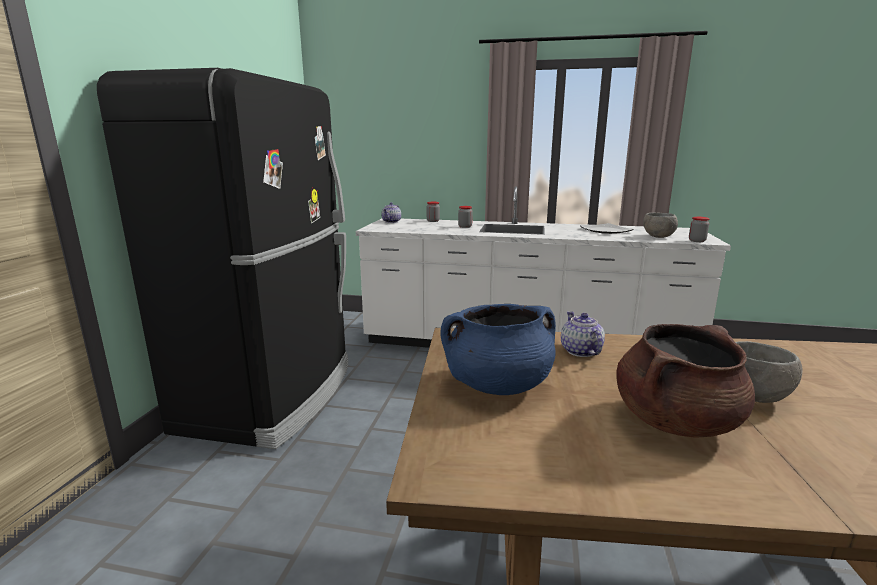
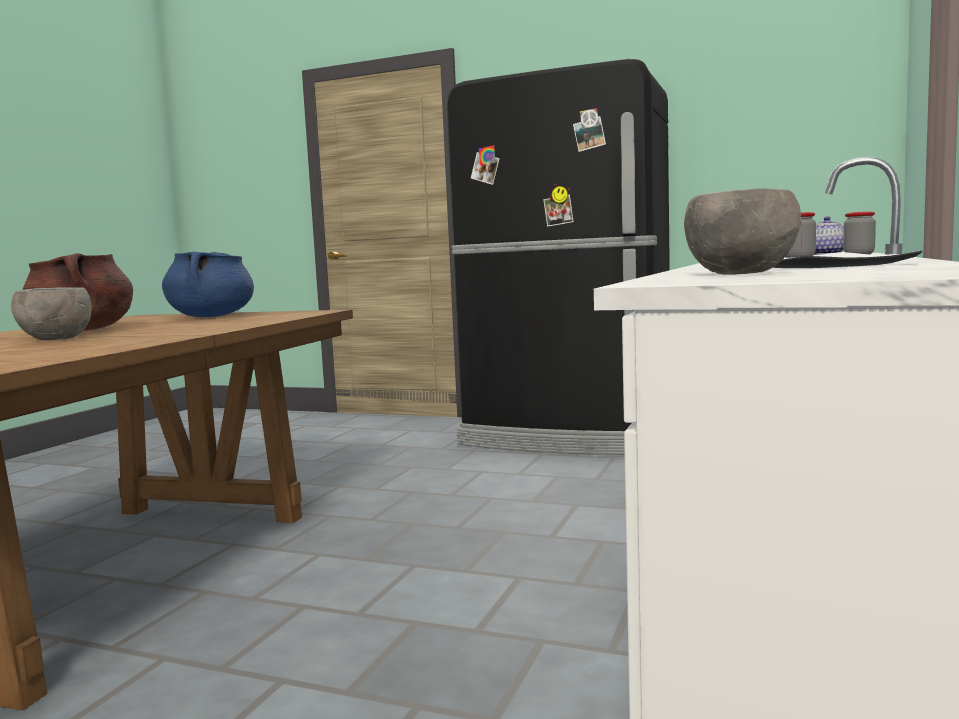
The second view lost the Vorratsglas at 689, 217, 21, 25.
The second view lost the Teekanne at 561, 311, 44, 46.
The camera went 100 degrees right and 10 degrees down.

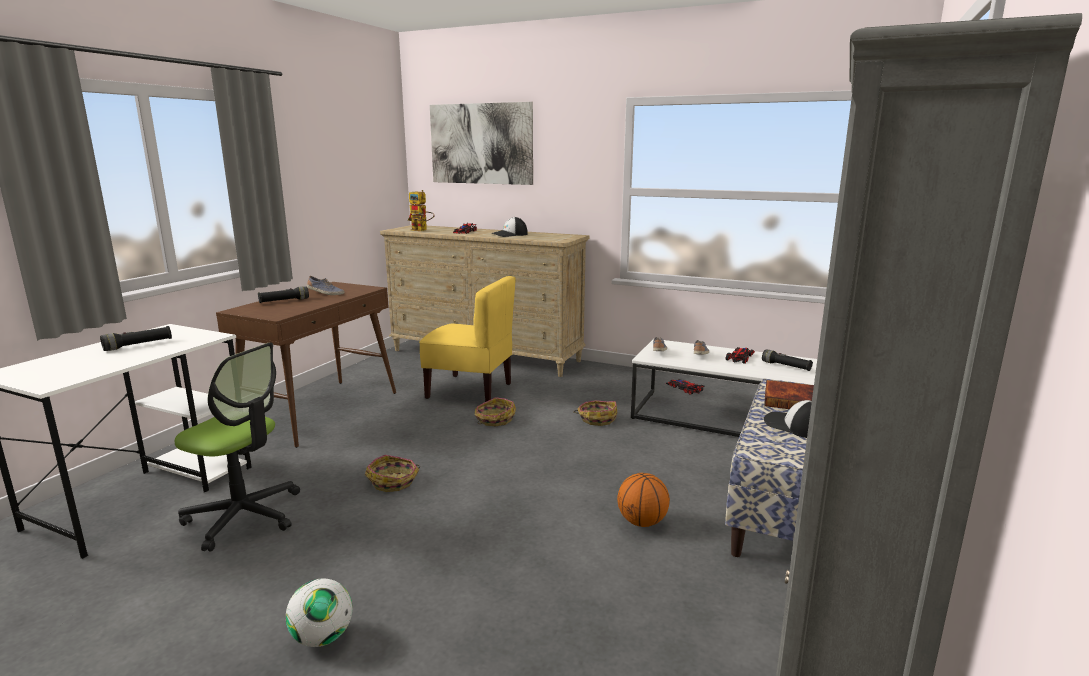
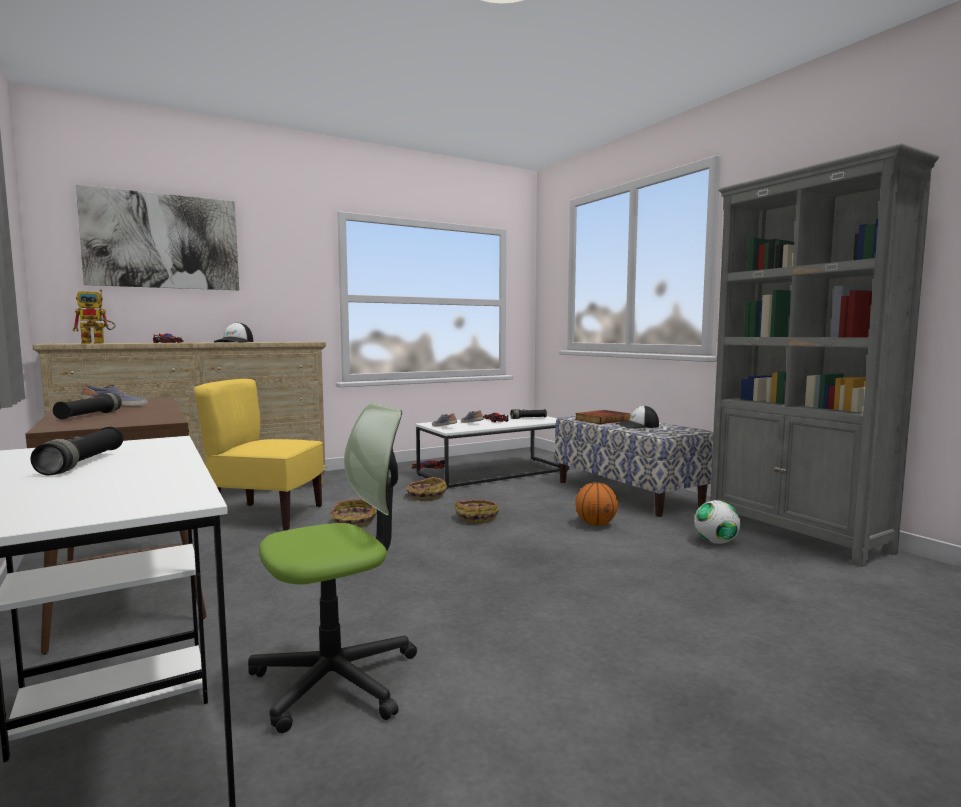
The Stuhl [gelb] at 419, 276, 97, 126 ended up facing another way, 135 degrees counterclockwise from before.
The Korb ended up elsewhere, having gone from 365, 455, 55, 37 to 455, 499, 45, 25.
The Fußball ended up elsewhere, having gone from 286, 578, 67, 69 to 695, 500, 45, 44.
The camera went 55 degrees left and 10 degrees down.

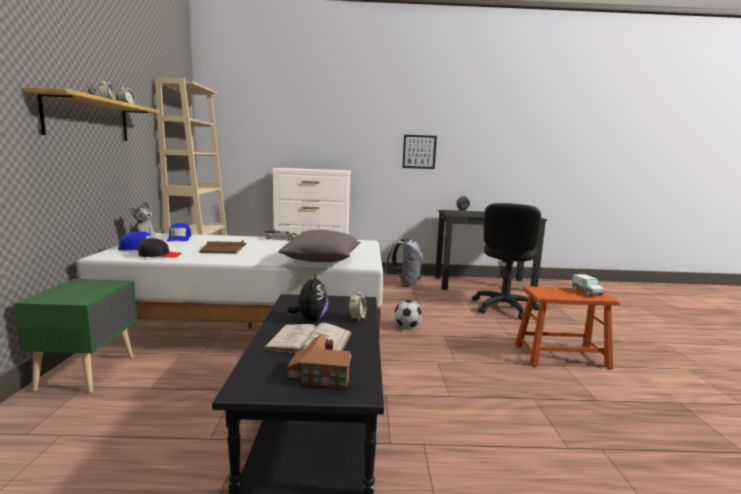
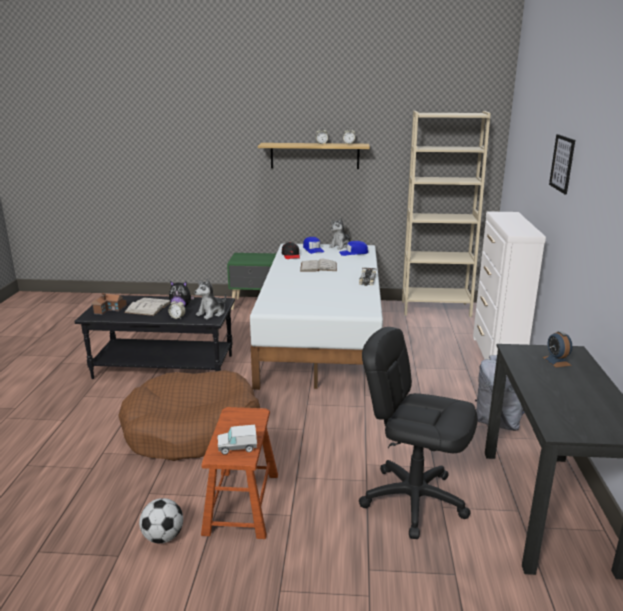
The Bild ended up elsewhere, having gone from 402, 135, 35, 34 to 549, 134, 26, 60.
The second view lost the Kissen [grau] at 279, 230, 82, 32.
What was the Buch [braun] at 199, 241, 47, 13 turned into the Buch [weiß] at 300, 258, 37, 13.
The Fußball ended up elsewhere, having gone from 394, 300, 28, 28 to 139, 498, 44, 45.
The second view gained the Plüschtier at 195, 278, 31, 41.
The second view gained the Hundebett [braun] at 118, 370, 142, 91.
The camera went 95 degrees right and 10 degrees up.

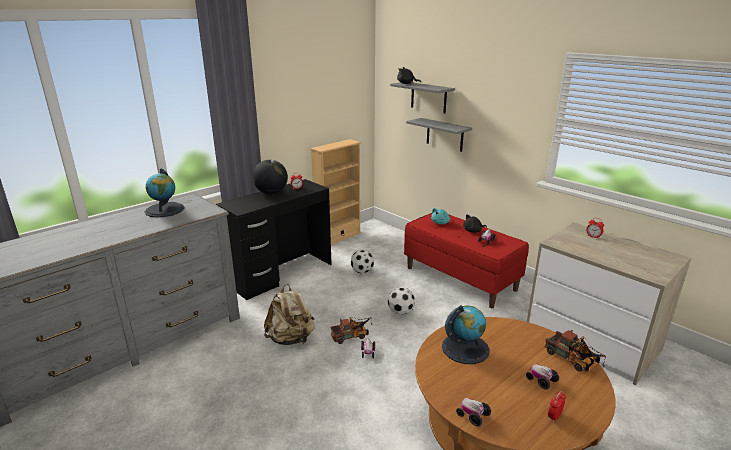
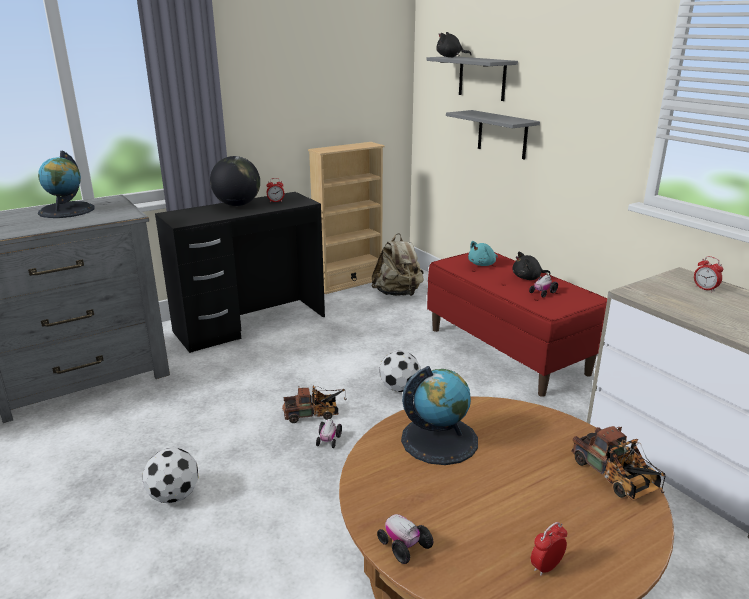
The Fußball ended up elsewhere, having gone from 351, 250, 23, 24 to 143, 448, 55, 55.
The Rucksack [beige] ended up elsewhere, having gone from 264, 284, 51, 61 to 372, 233, 52, 63.
The second view lost the Spielzeugauto at 526, 364, 33, 26.
The camera went 10 degrees right and 0 degrees up.

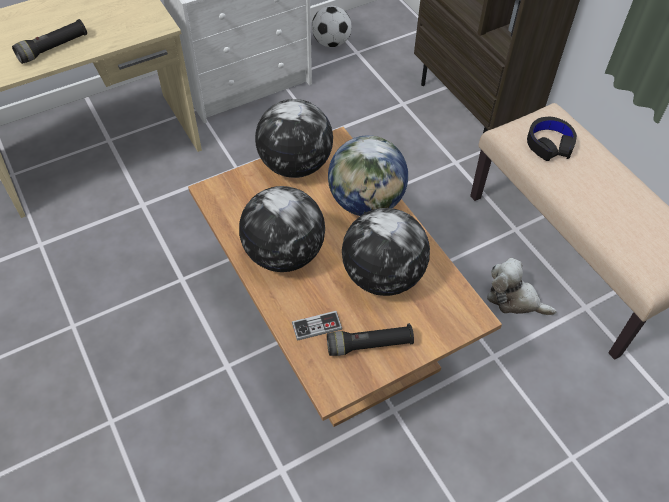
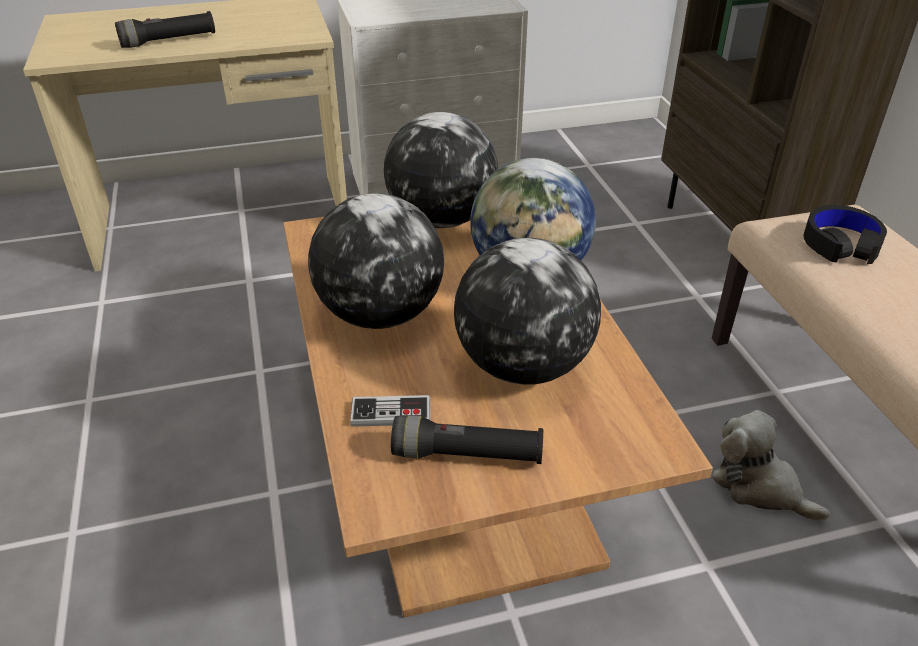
The second view lost the Fußball at 312, 6, 39, 41.
The camera went 15 degrees right and 15 degrees down.

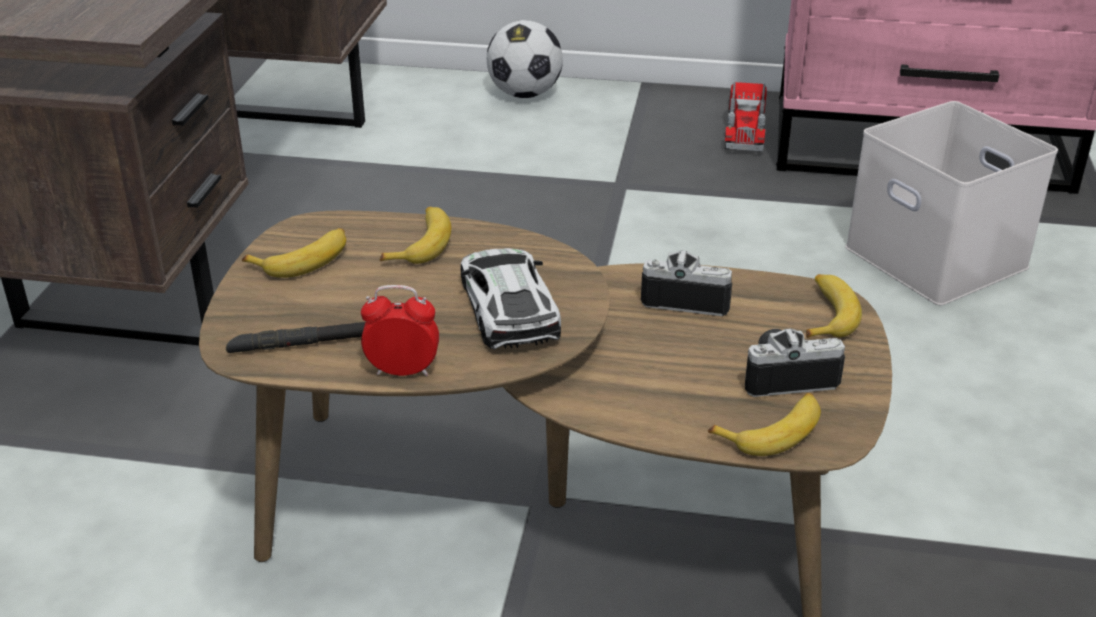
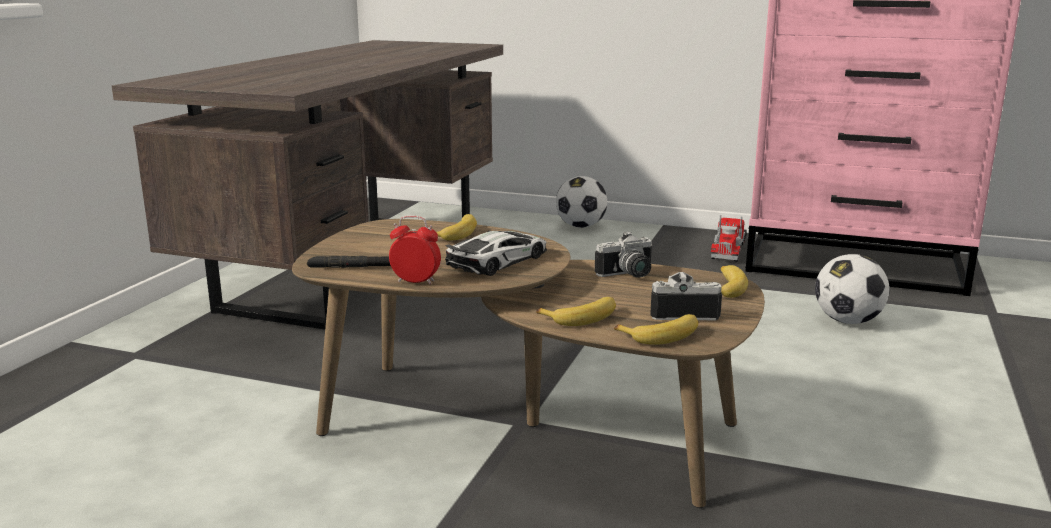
Where the Aufbewahrungsbox [weiß] stood at 845, 101, 213, 205, the Fußball came to stand at 815, 254, 75, 70.
The Banane ended up elsewhere, having gone from 242, 228, 104, 50 to 536, 297, 80, 29.
The Spielzeugauto at 461, 248, 100, 101 ended up facing another way, 45 degrees clockwise from before.
The Kamera at 641, 251, 91, 65 ended up facing another way, 135 degrees clockwise from before.
The camera went 10 degrees right and 15 degrees down.

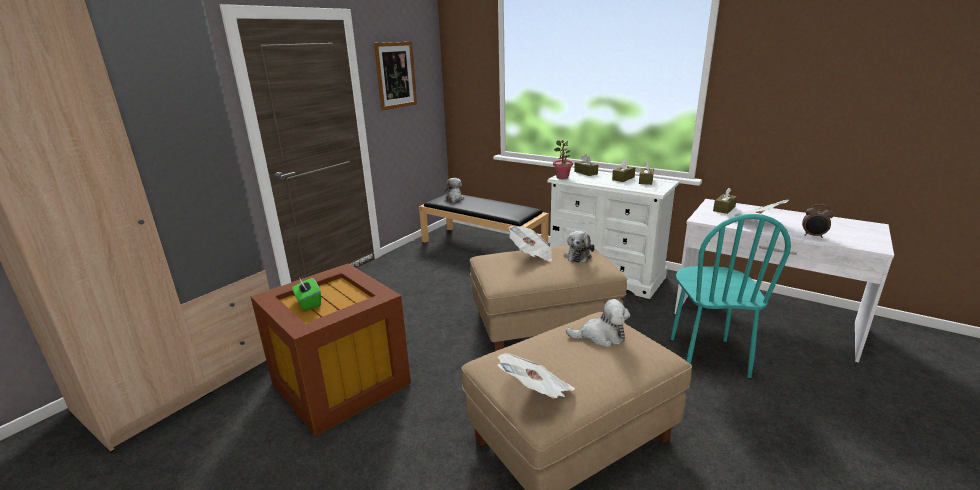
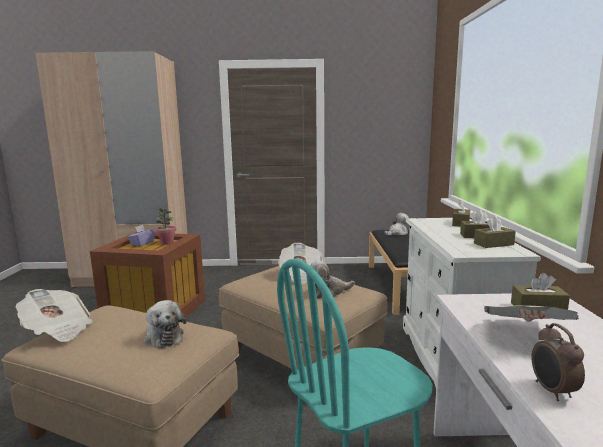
The second view lost the Bild at 374, 42, 43, 68.
The Topfpflanze ended up elsewhere, having gone from 553, 140, 20, 39 to 156, 208, 20, 37.
What was the Taschentuchbox [grün] at 292, 277, 29, 33 turned into the Taschentuchbox [lila] at 128, 225, 27, 21.
The camera went 55 degrees right and 10 degrees down.

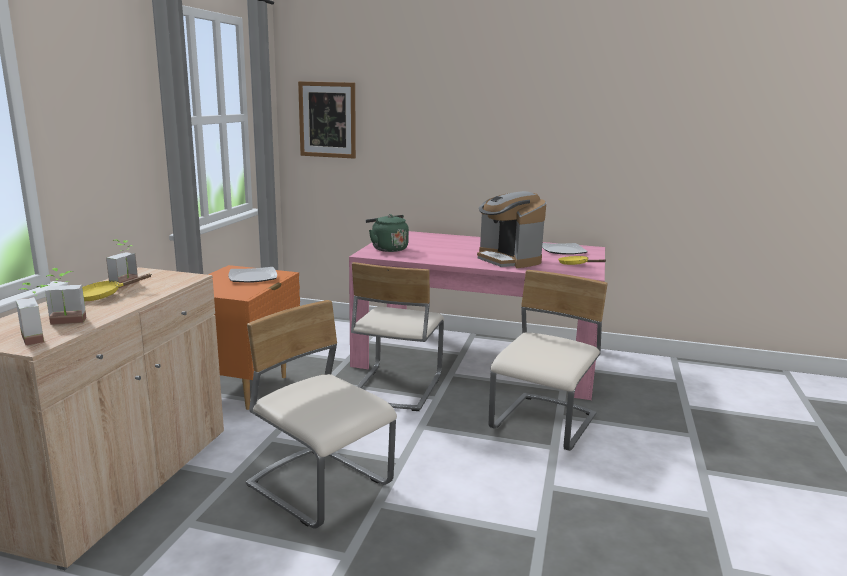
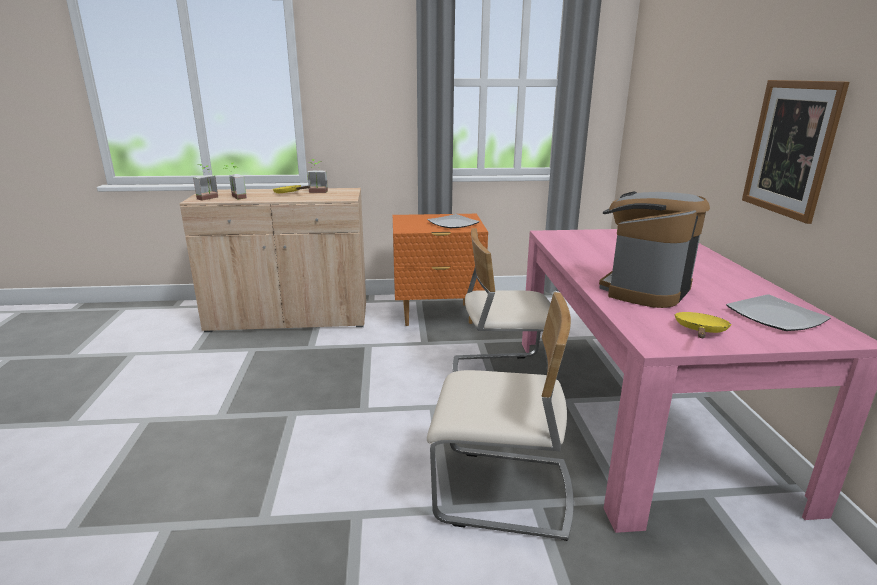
The Bild ended up elsewhere, having gone from 298, 81, 58, 78 to 742, 80, 107, 144.
The second view lost the Wasserkessel [grün] at 366, 214, 43, 38.
The second view lost the Stuhl [beige] at 246, 300, 151, 229.
The camera went 70 degrees right and 5 degrees up.

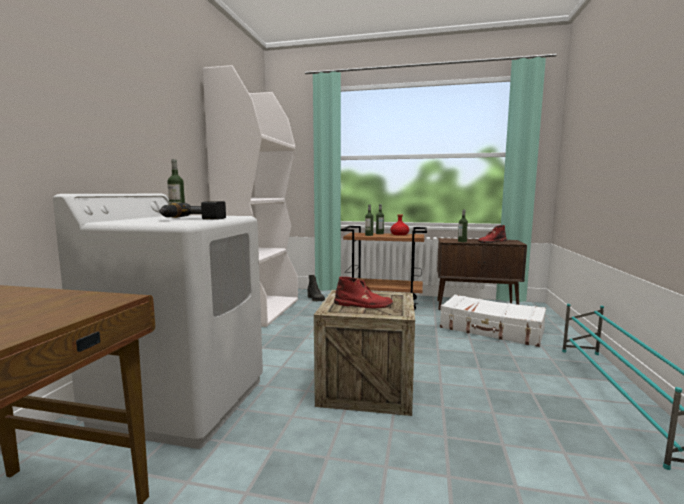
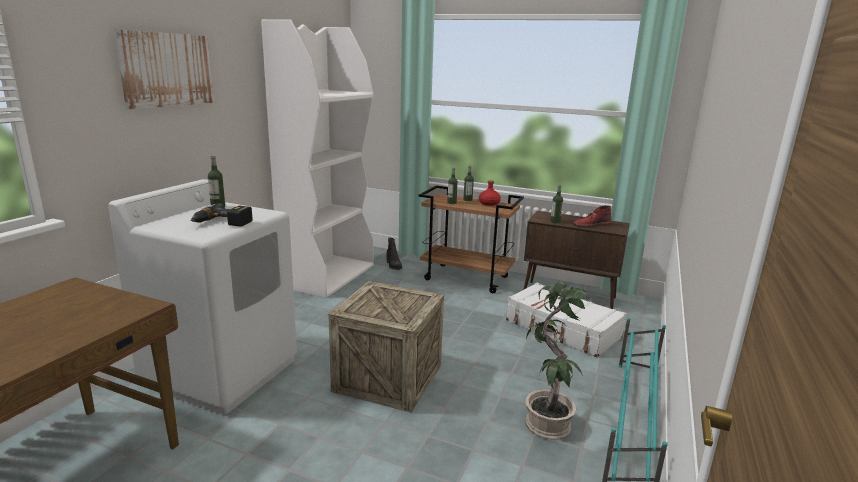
The second view lost the Stiefel [rot] at 334, 277, 59, 31.
The second view gained the Bild at 114, 29, 100, 80.
The second view gained the Topfpflanze at 525, 282, 66, 158.
The camera went 10 degrees right and 10 degrees up.

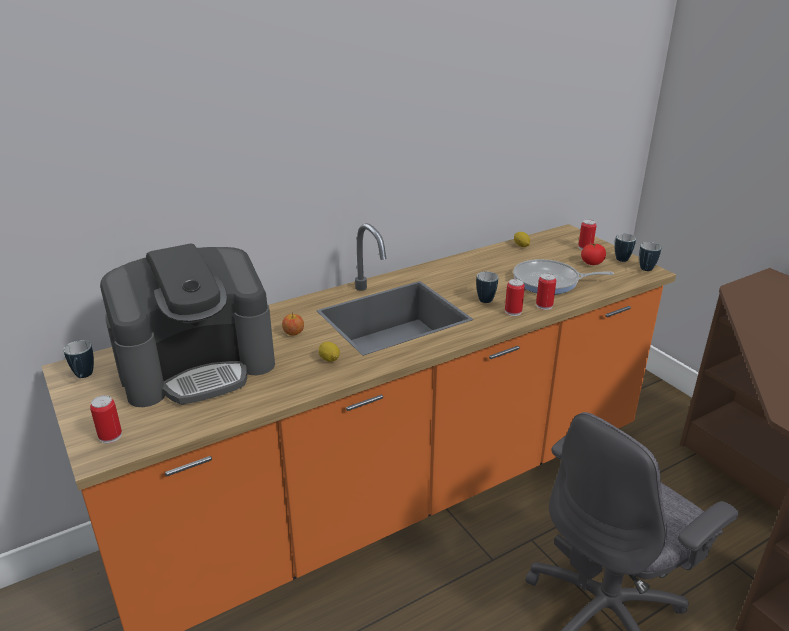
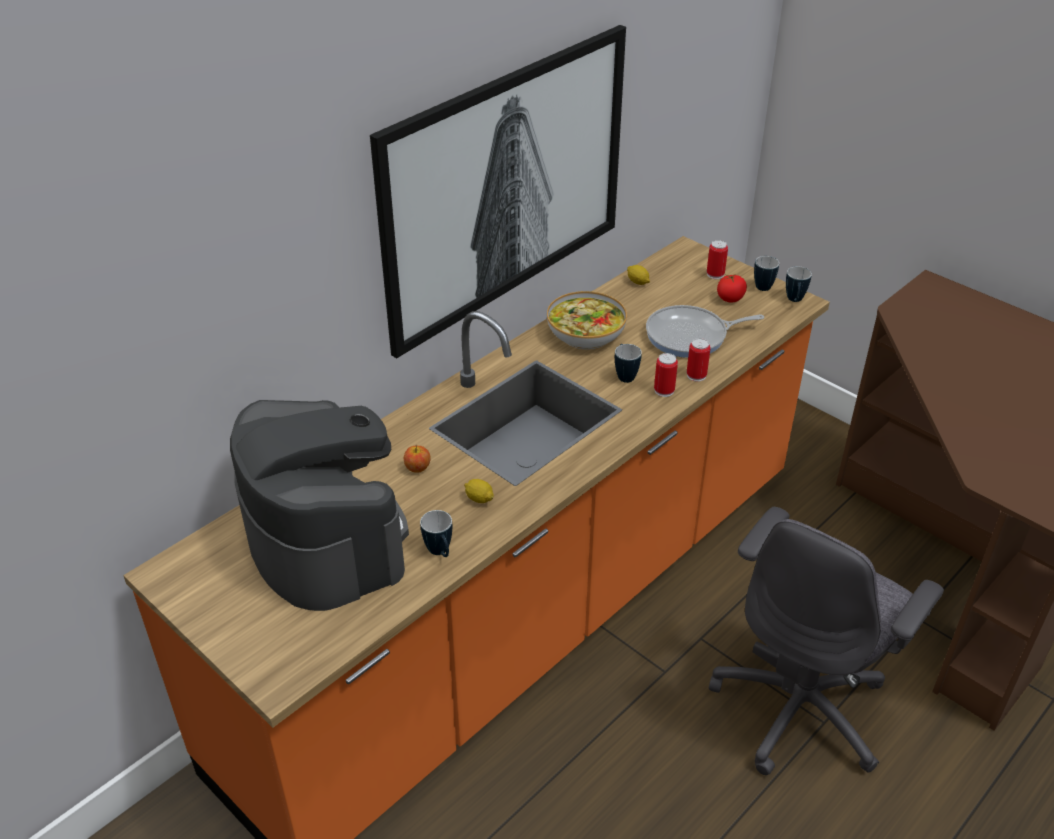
The Kaffeemaschine at 100, 243, 175, 164 ended up facing another way, 75 degrees counterclockwise from before.
The Henkelbecher ended up elsewhere, having gone from 63, 340, 31, 38 to 420, 510, 32, 47.
The second view lost the Dose at 90, 395, 32, 48.
The second view gained the Bild at 370, 25, 256, 333.
The second view gained the Schüssel at 547, 291, 80, 59.
The camera went 15 degrees left and 10 degrees up.

